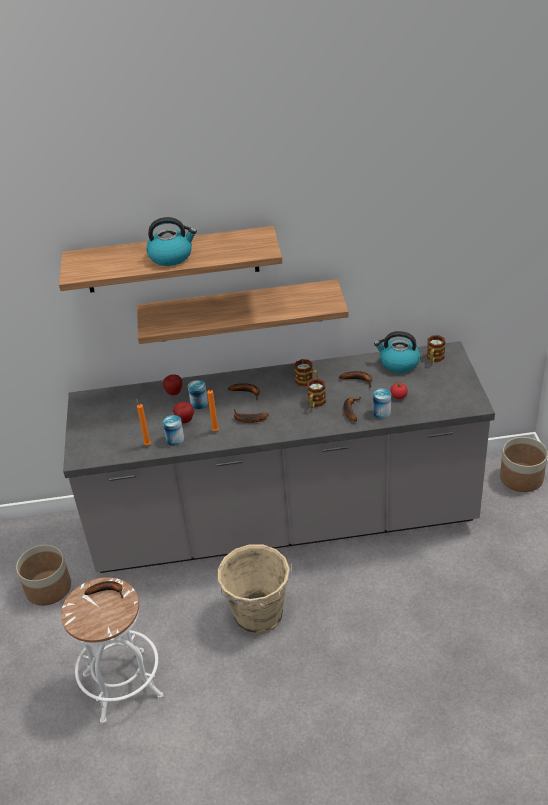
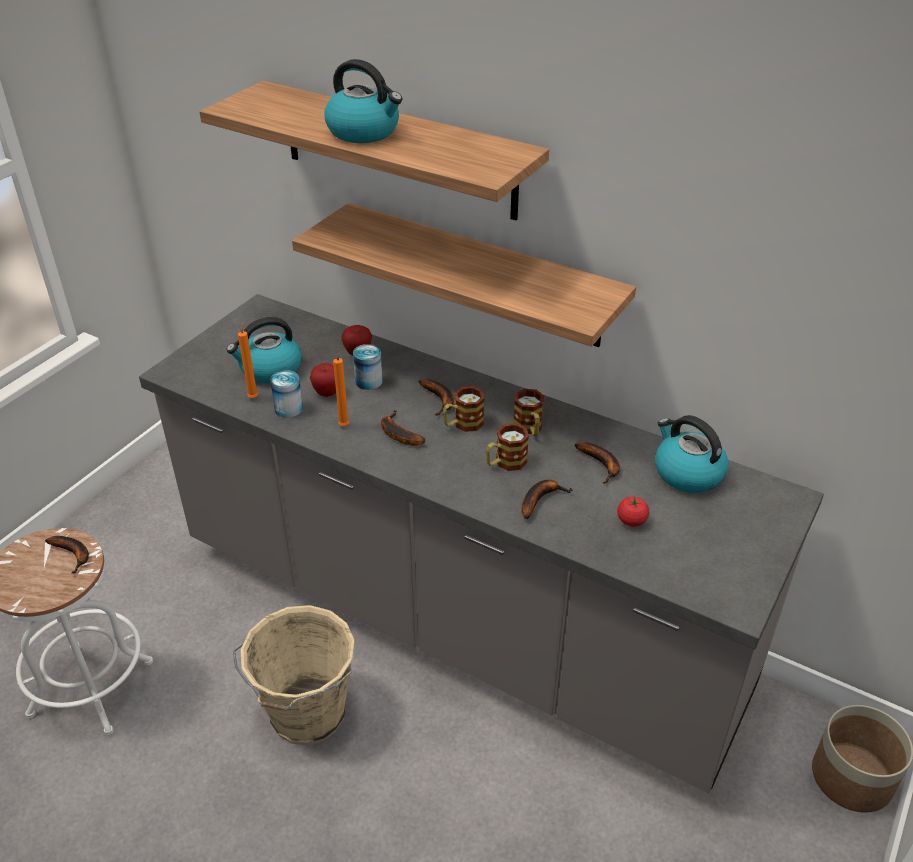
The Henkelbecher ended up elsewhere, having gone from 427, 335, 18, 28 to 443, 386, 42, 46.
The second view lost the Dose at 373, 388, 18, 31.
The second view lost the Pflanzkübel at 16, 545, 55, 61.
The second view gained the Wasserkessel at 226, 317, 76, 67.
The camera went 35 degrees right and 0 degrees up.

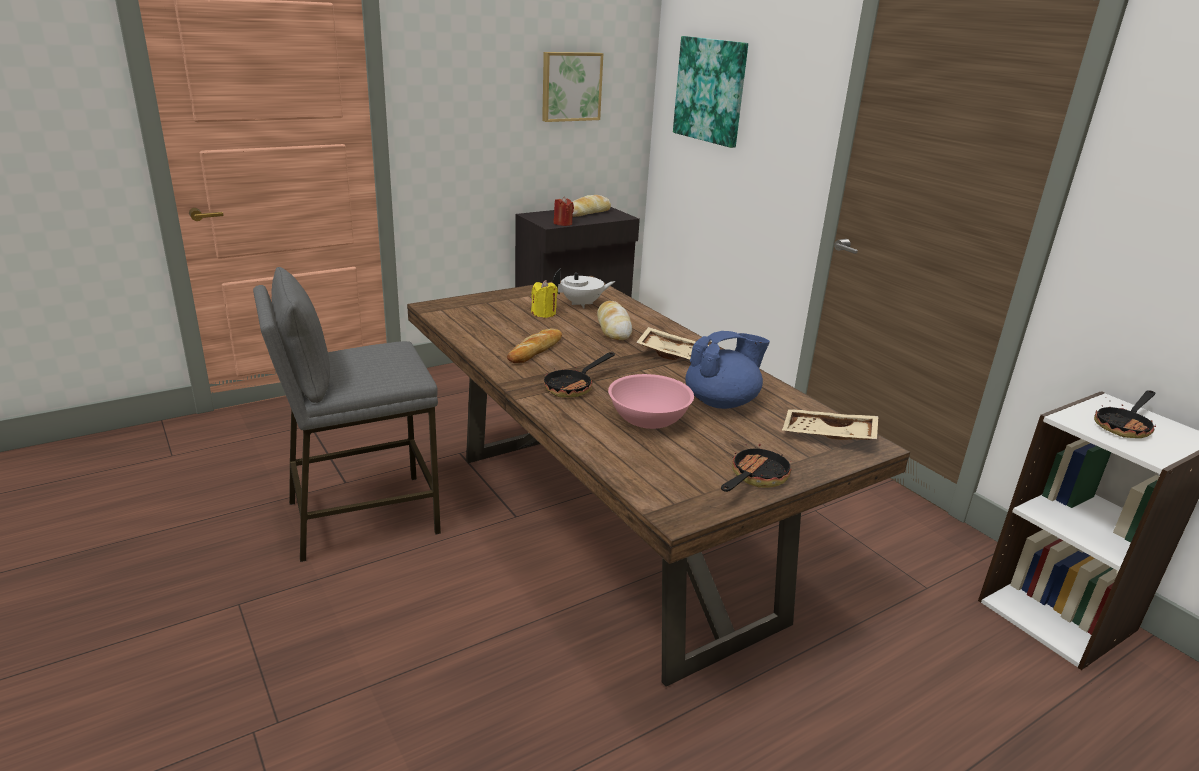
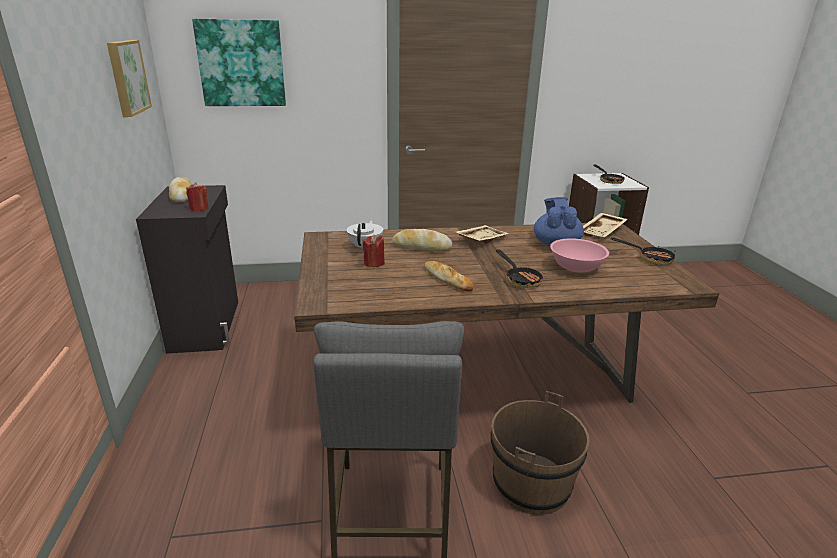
What was the Kerze [gelb] at 531, 280, 27, 38 turned into the Kerze [rot] at 363, 235, 22, 32.
The Pfanne at 721, 444, 71, 48 ended up facing another way, 150 degrees clockwise from before.
The second view gained the Eimer [braun] at 491, 391, 99, 124.
The camera went 65 degrees left and 0 degrees up.

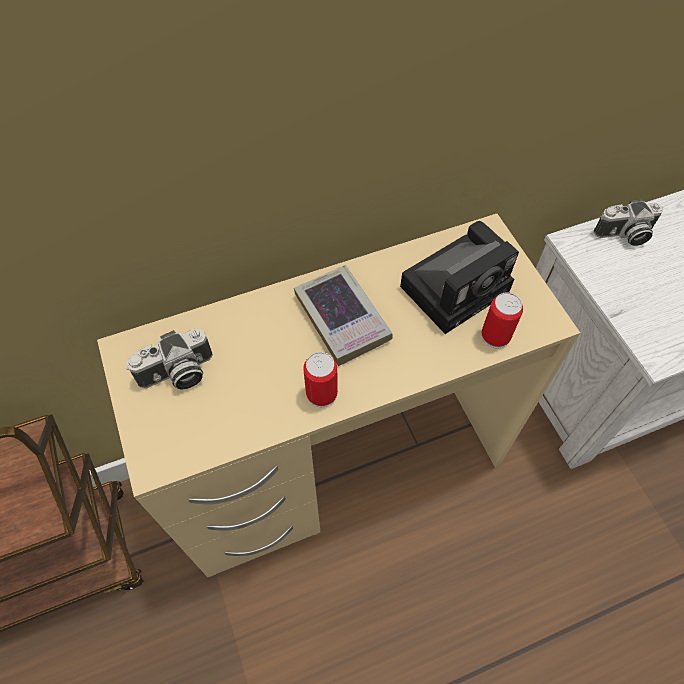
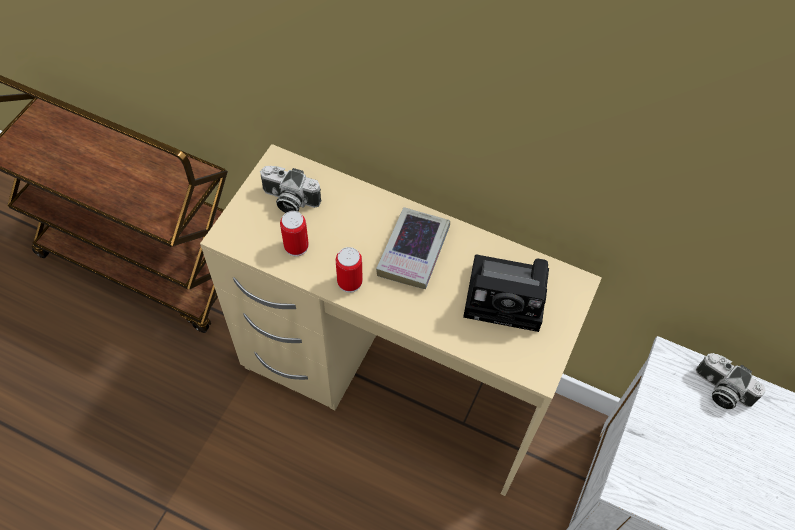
The Dose ended up elsewhere, having gone from 482, 293, 41, 56 to 280, 211, 29, 46.
The camera went 45 degrees right and 0 degrees up.

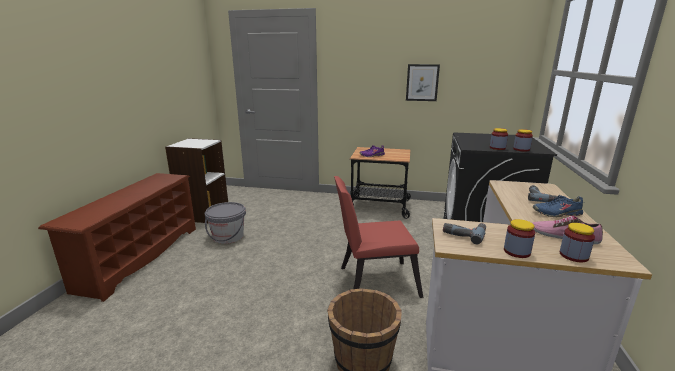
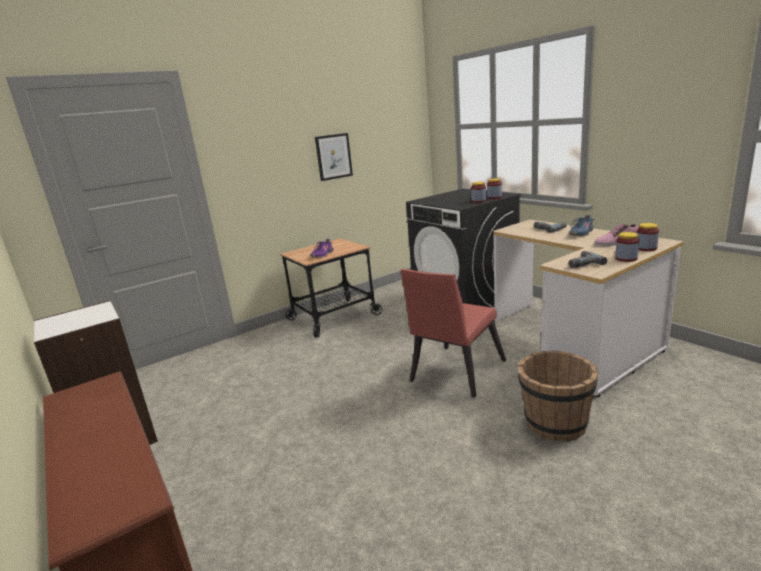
The second view lost the Eimer [grau] at 205, 202, 41, 42.
The camera went 45 degrees left and 0 degrees up.

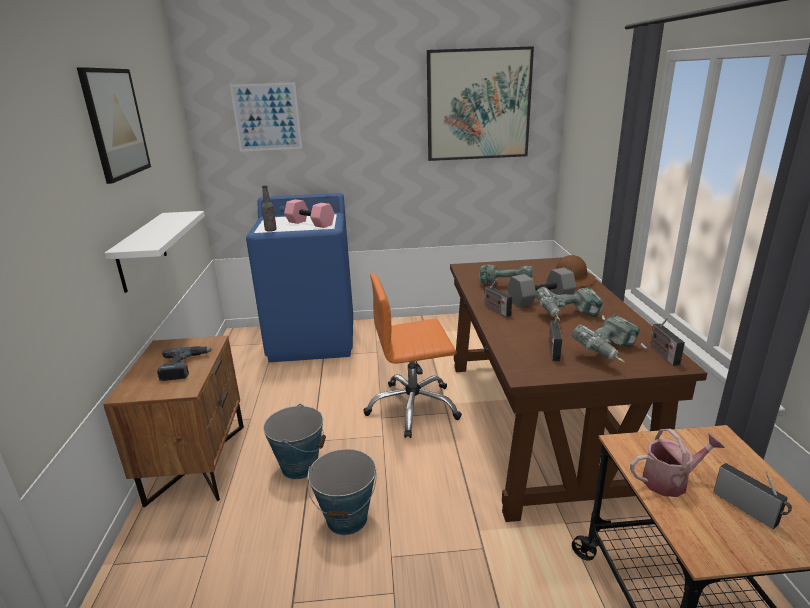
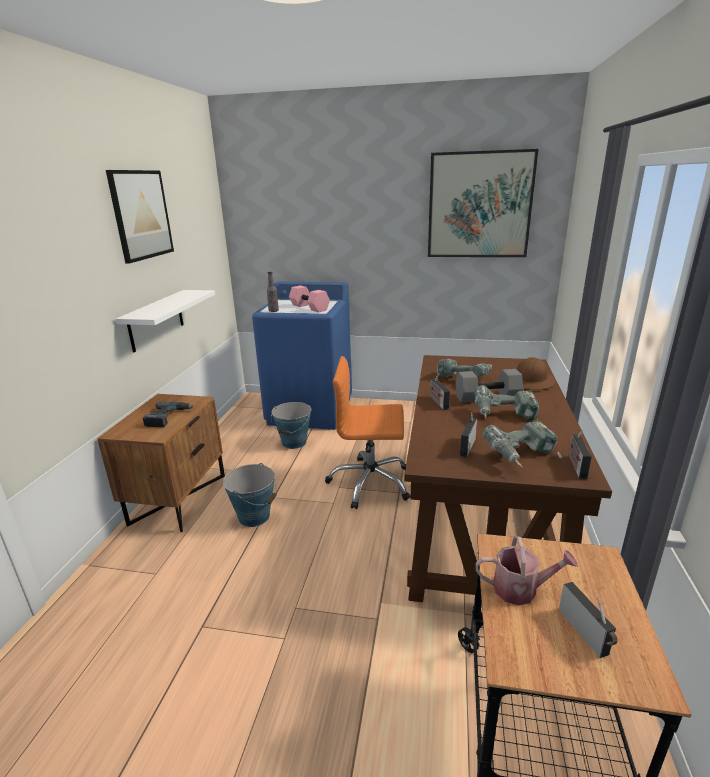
The second view lost the Bild at 230, 82, 72, 69.
The Eimer ended up elsewhere, having gone from 307, 449, 70, 86 to 271, 402, 40, 47.
The camera went 15 degrees right and 0 degrees up.

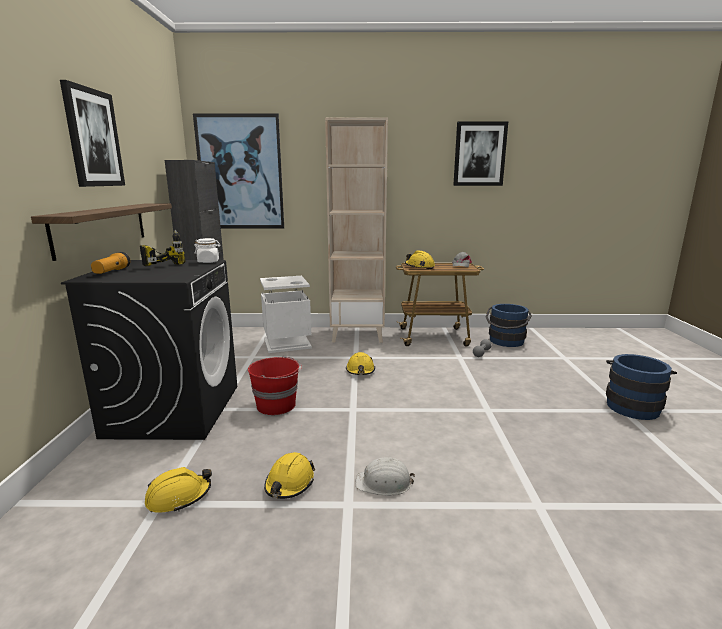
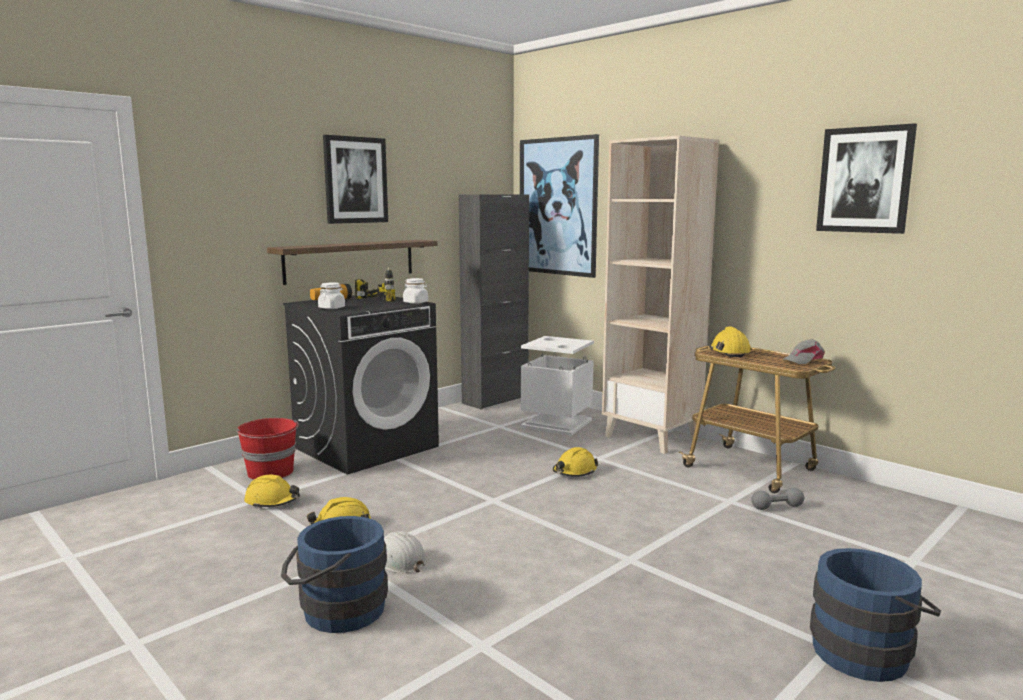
The Eimer [blau] ended up elsewhere, having gone from 486, 304, 46, 43 to 281, 516, 107, 117.
The Eimer [rot] ended up elsewhere, having gone from 248, 356, 54, 59 to 237, 418, 62, 62.
The second view gained the Vorratsglas [weiß] at 318, 283, 27, 26.
The camera went 45 degrees right and 5 degrees down.

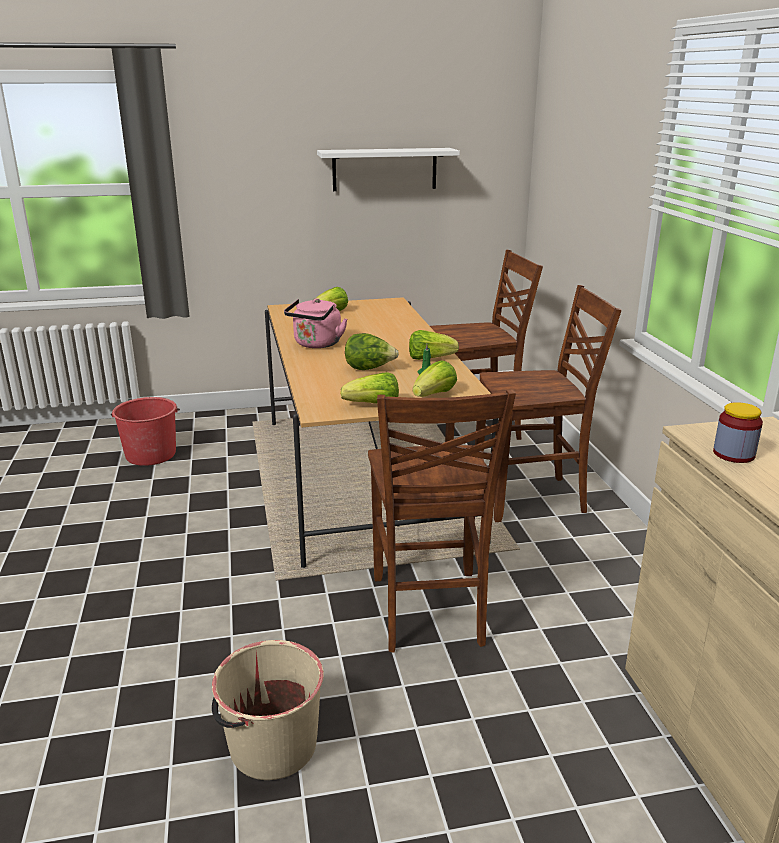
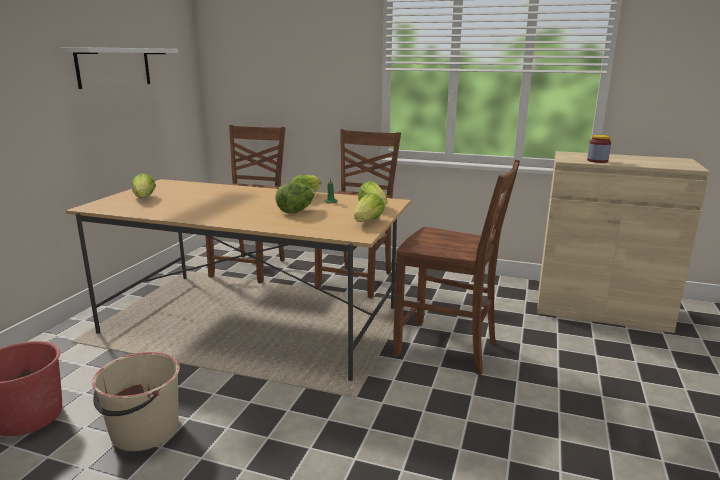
The second view lost the Wasserkessel [rosa] at 284, 298, 64, 50.
The Eimer [beige] ended up elsewhere, having gone from 212, 640, 112, 140 to 92, 352, 88, 99.
The camera went 60 degrees left and 5 degrees down.

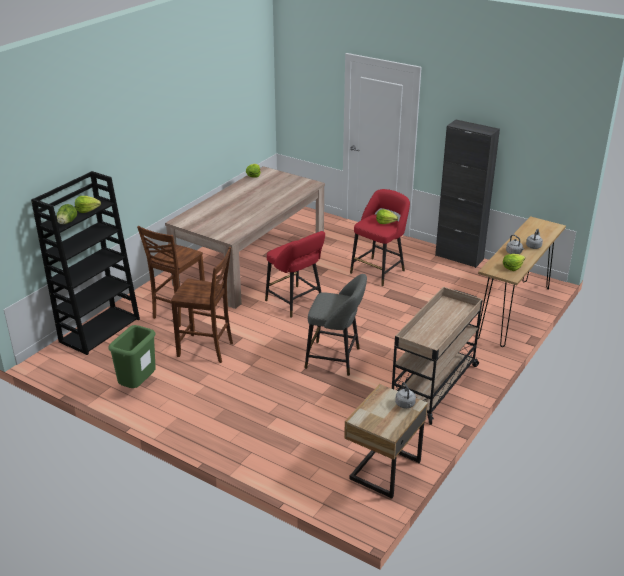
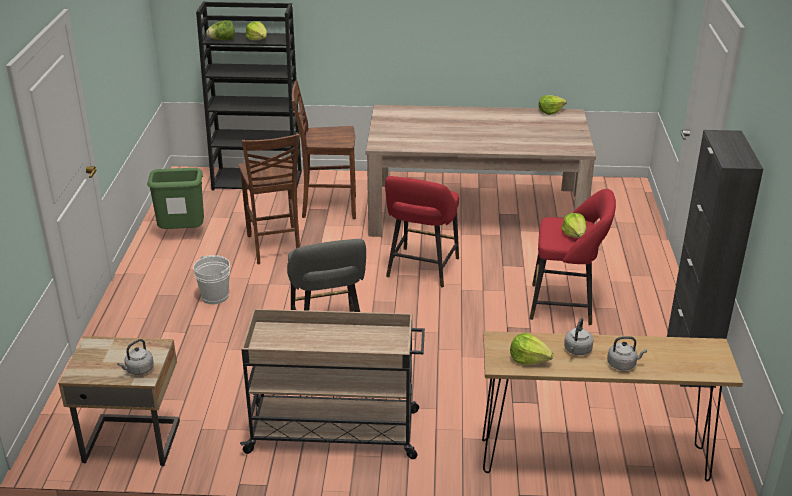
The second view gained the Eimer [weiß] at 193, 255, 37, 49.
The camera went 60 degrees right and 0 degrees up.

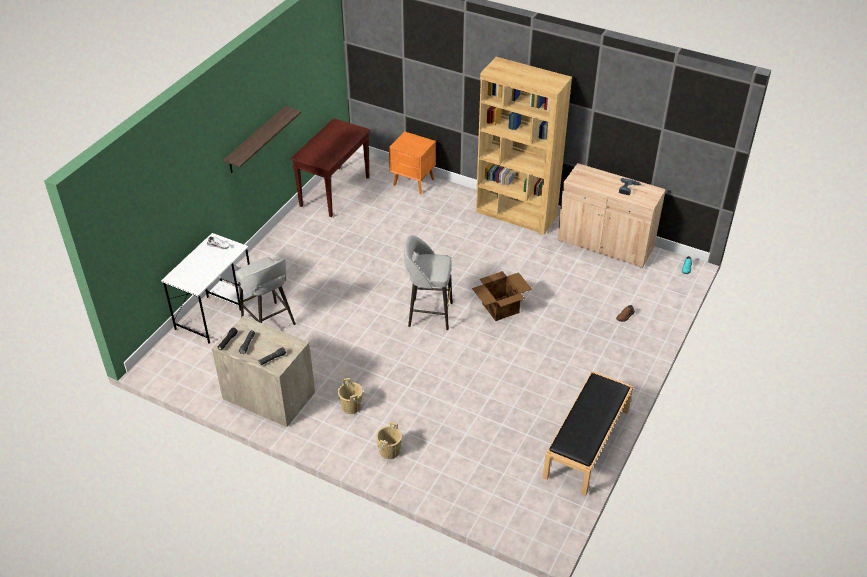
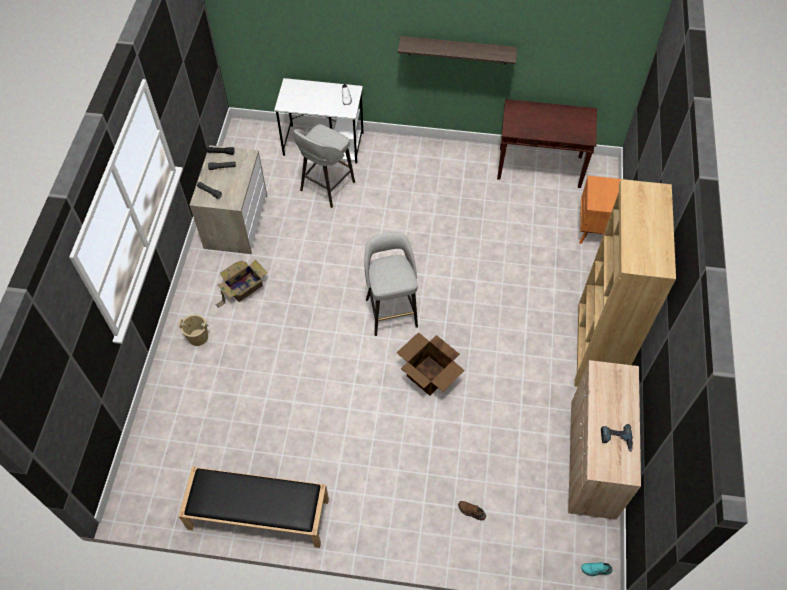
Where the Eimer [beige] stood at 338, 378, 25, 36, the Karton came to stand at 216, 260, 52, 48.
The camera went 70 degrees right and 15 degrees up.

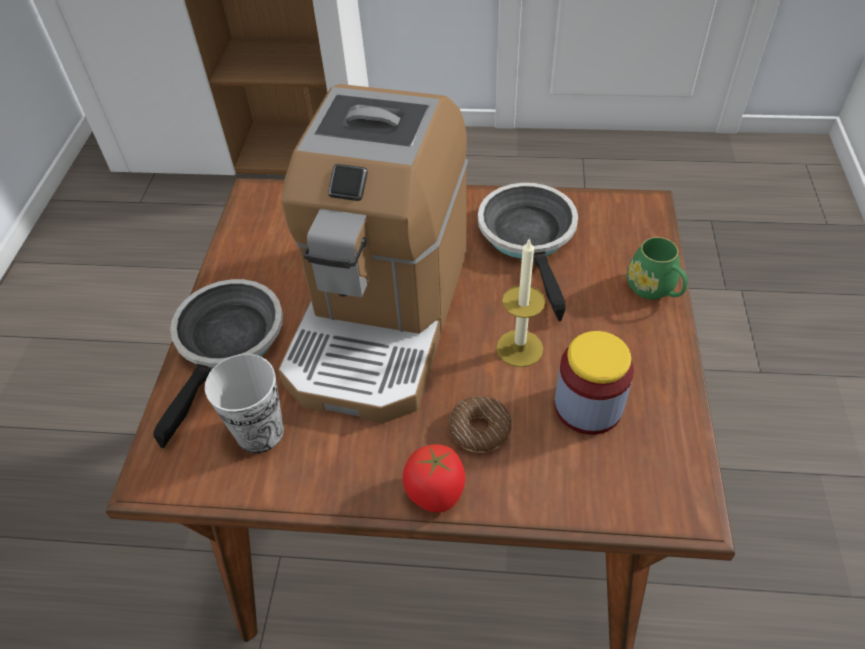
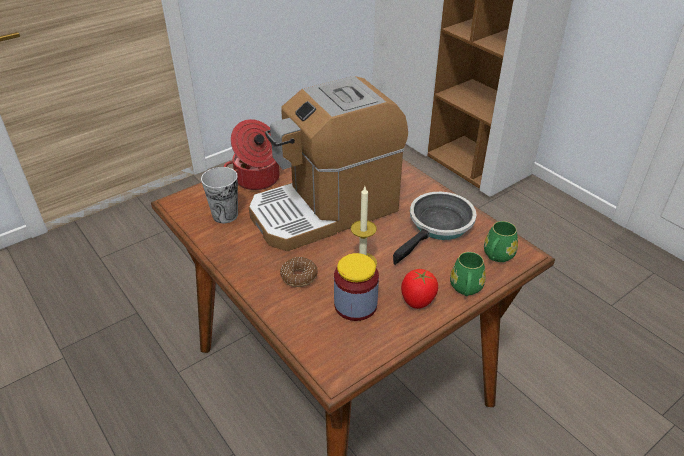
Where the Pfanne stood at 153, 279, 130, 169, the Kochtopf came to stand at 224, 119, 56, 71.
The Tomate ended up elsewhere, having gone from 403, 444, 62, 68 to 401, 269, 37, 40.
The second view gained the Henkelbecher [grün] at 484, 221, 34, 41.
The camera went 45 degrees right and 10 degrees down.

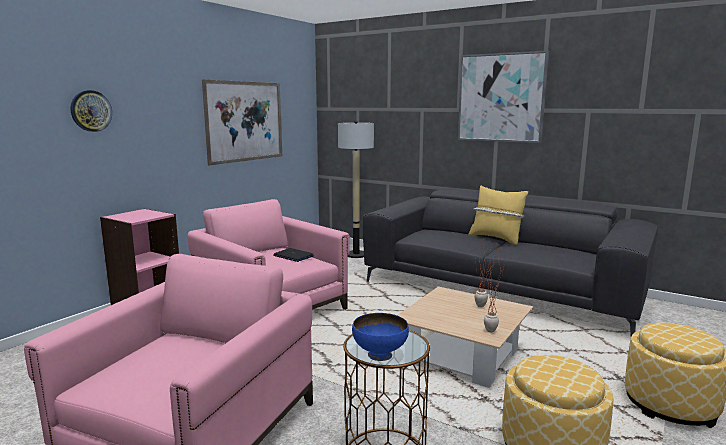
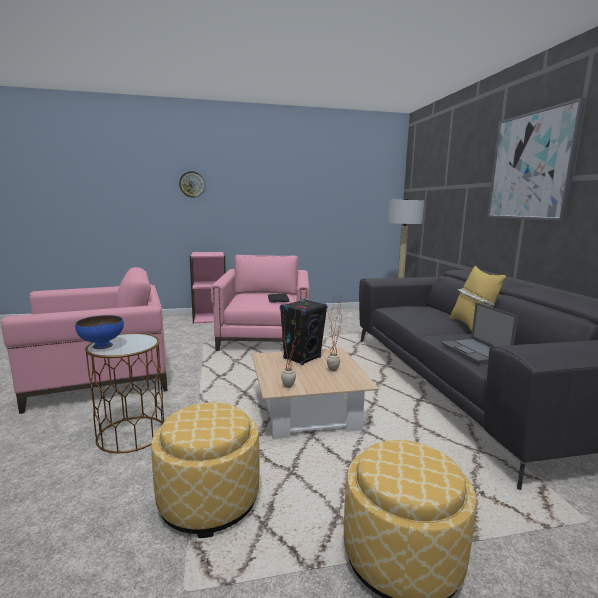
The second view lost the Bild at 202, 79, 80, 86.
The second view gained the Lautsprecher [schwarz] at 280, 299, 48, 66.
The second view gained the Laptop at 441, 302, 77, 60.
The camera went 45 degrees right and 0 degrees up.

